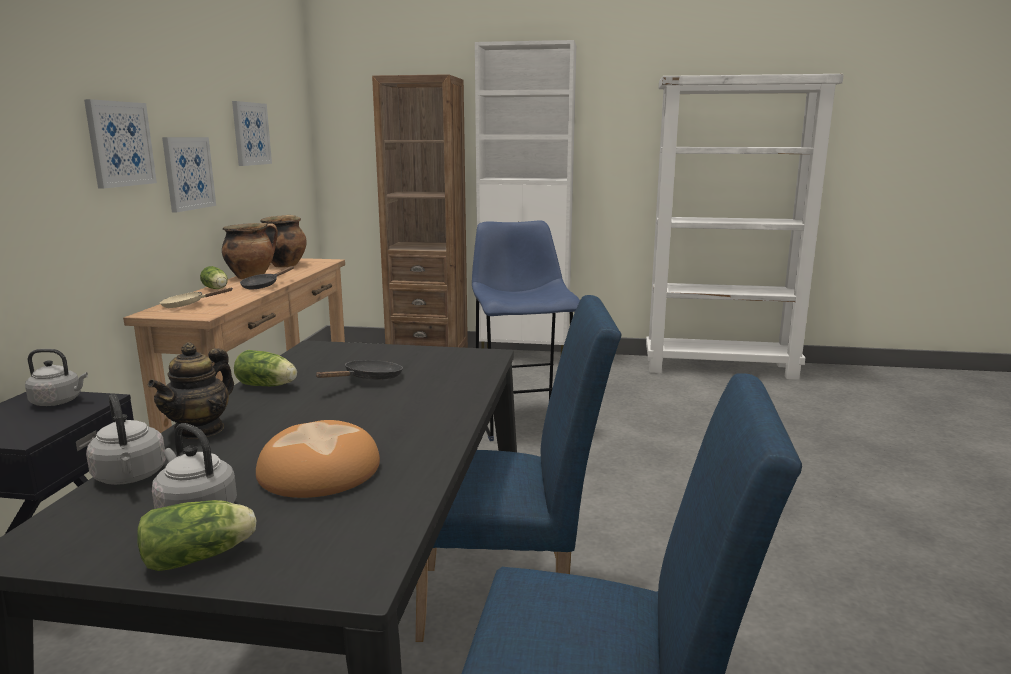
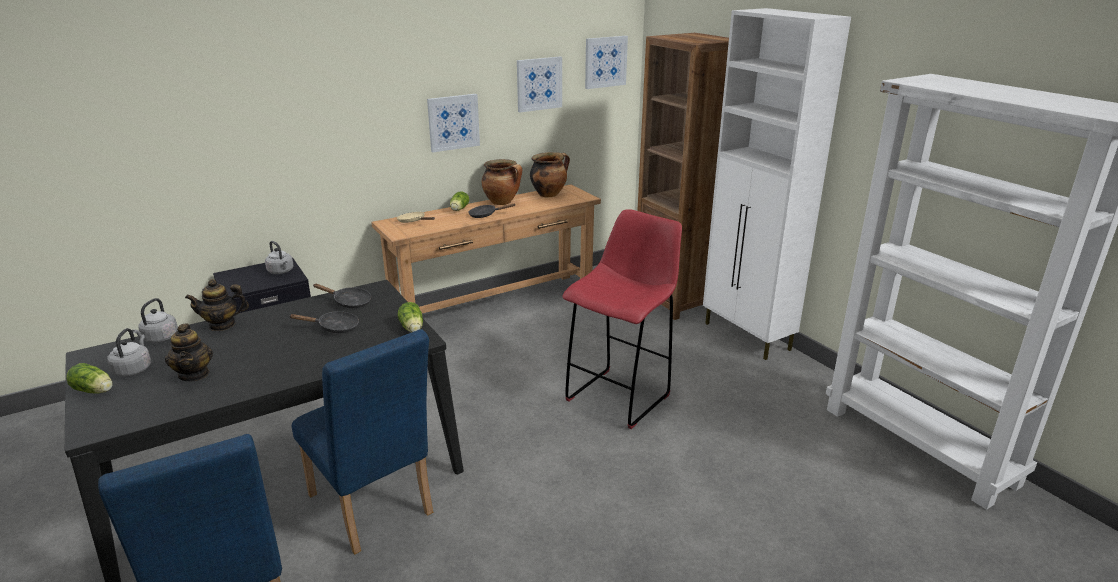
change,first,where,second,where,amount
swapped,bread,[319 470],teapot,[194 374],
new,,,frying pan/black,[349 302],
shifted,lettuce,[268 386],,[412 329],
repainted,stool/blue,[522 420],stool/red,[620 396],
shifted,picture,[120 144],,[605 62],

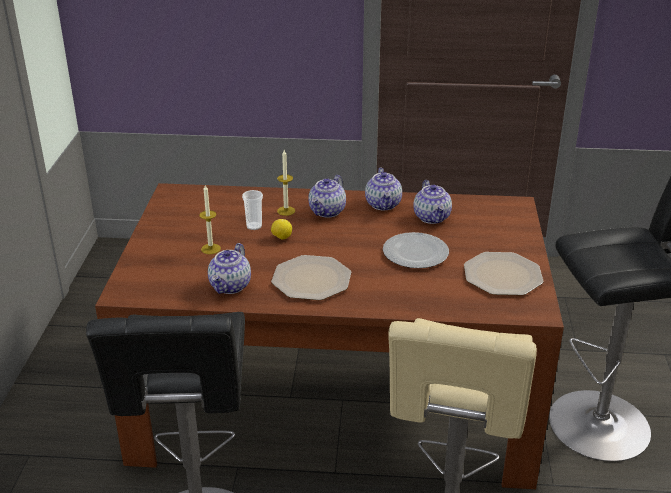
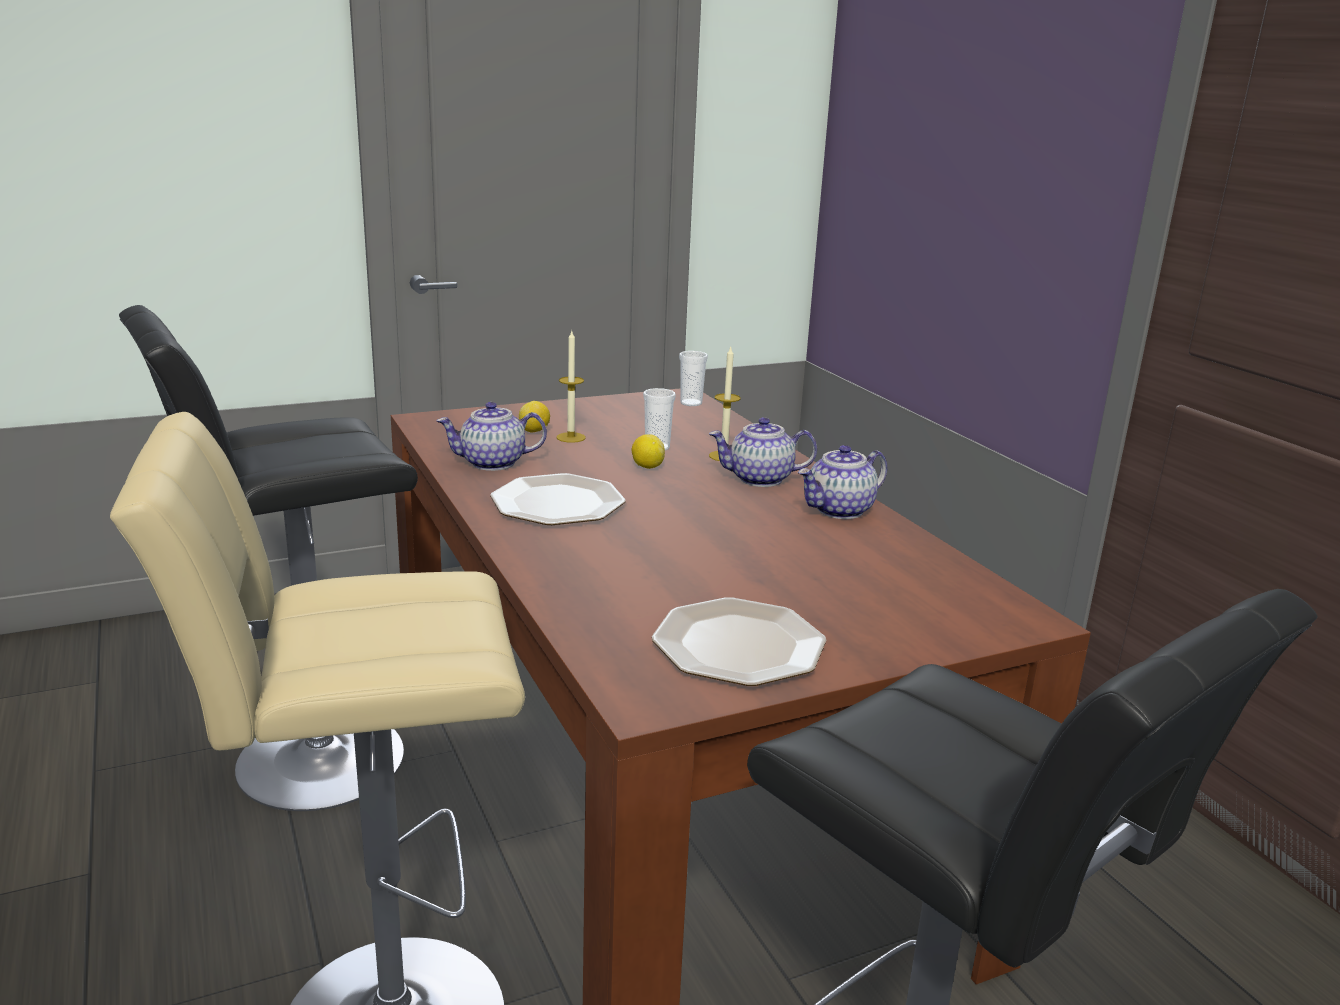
change,first,where,second,where,amount
new,,,lemon,[534 431],
new,,,cup,[691 403],
gone,plate,[414 253],,,
gone,teapot,[432 217],,,

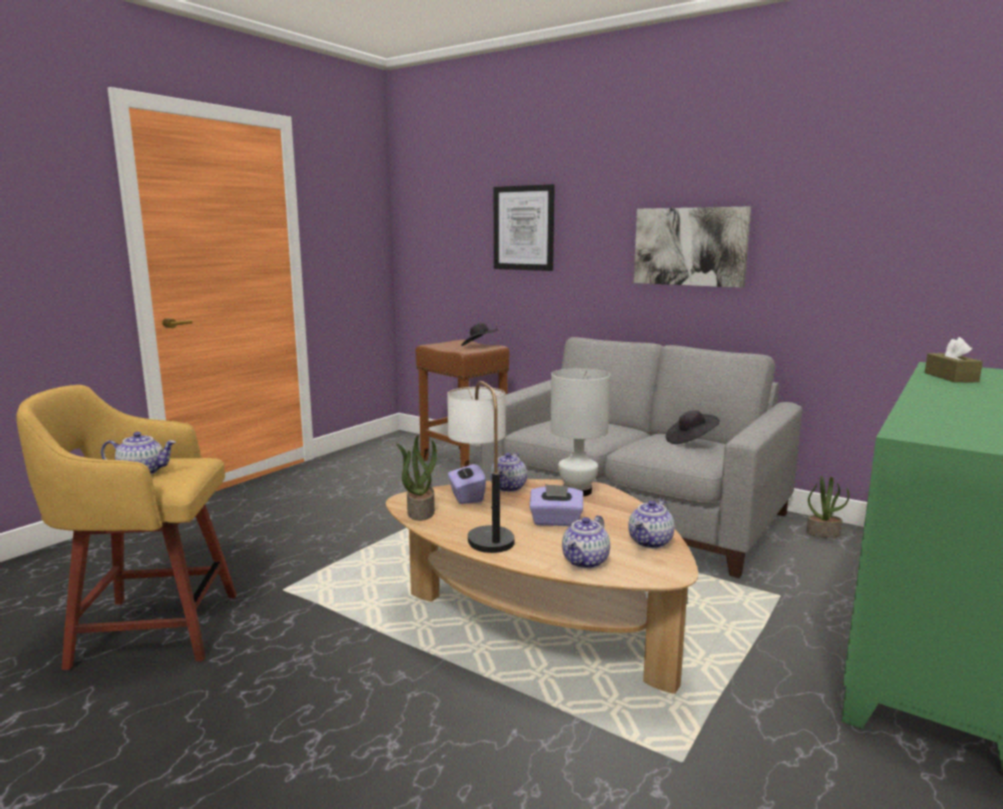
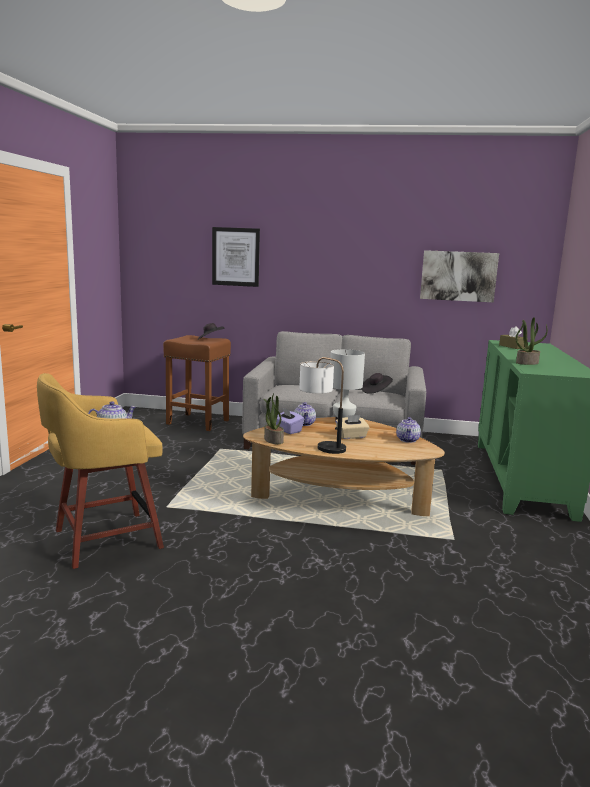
change,first,where,second,where,amount
repainted,tissue box/purple,[556 521],tissue box/beige,[351 436],
shifted,picture,[690 246],,[458 276],
shifted,potted plant,[823 533],,[527 363],
gone,teapot,[586 561],,,

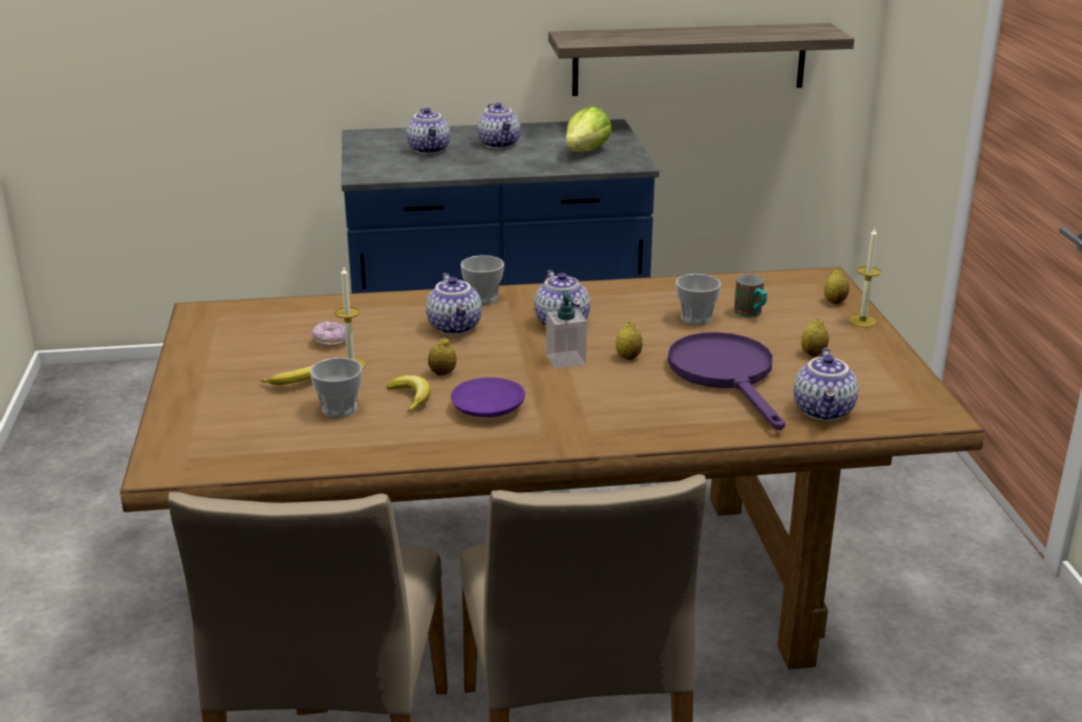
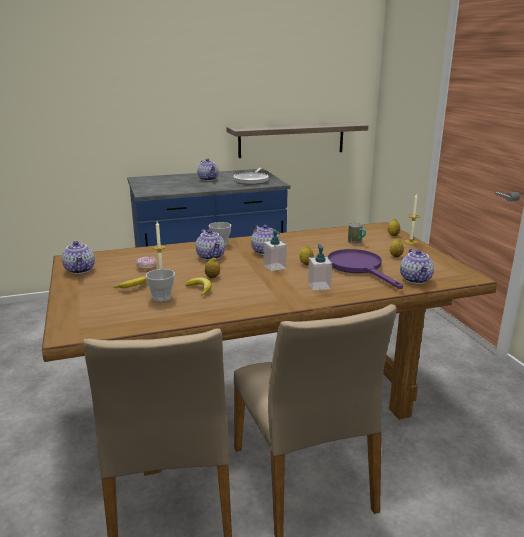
change,first,where,second,where,amount
shifted,teapot,[430 150],,[80 270],
swapped,lettuce,[586 152],frying pan,[252 180],
new,,,soap dispenser,[319 285],
gone,plate/purple,[487 408],,,
gone,cup,[696 318],,,

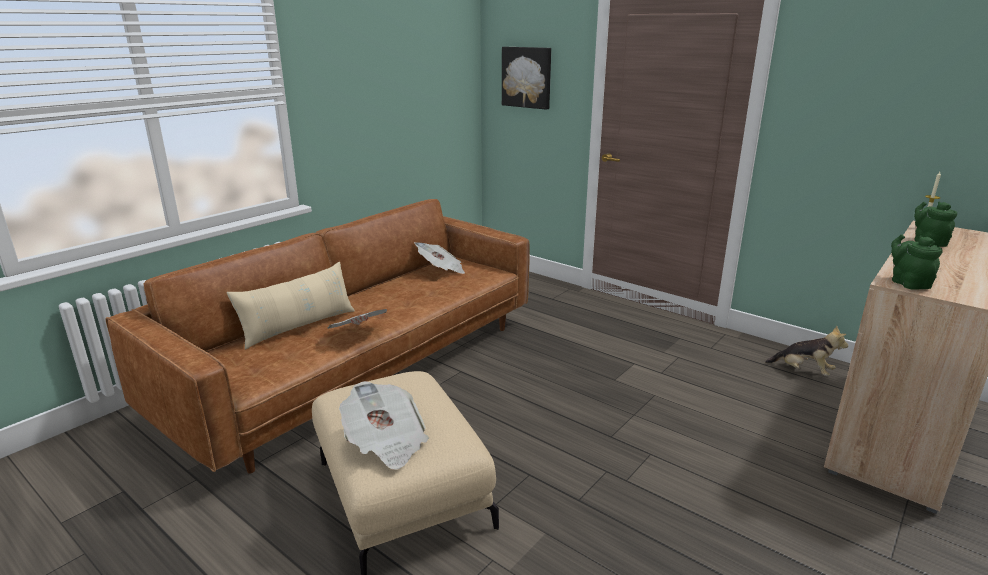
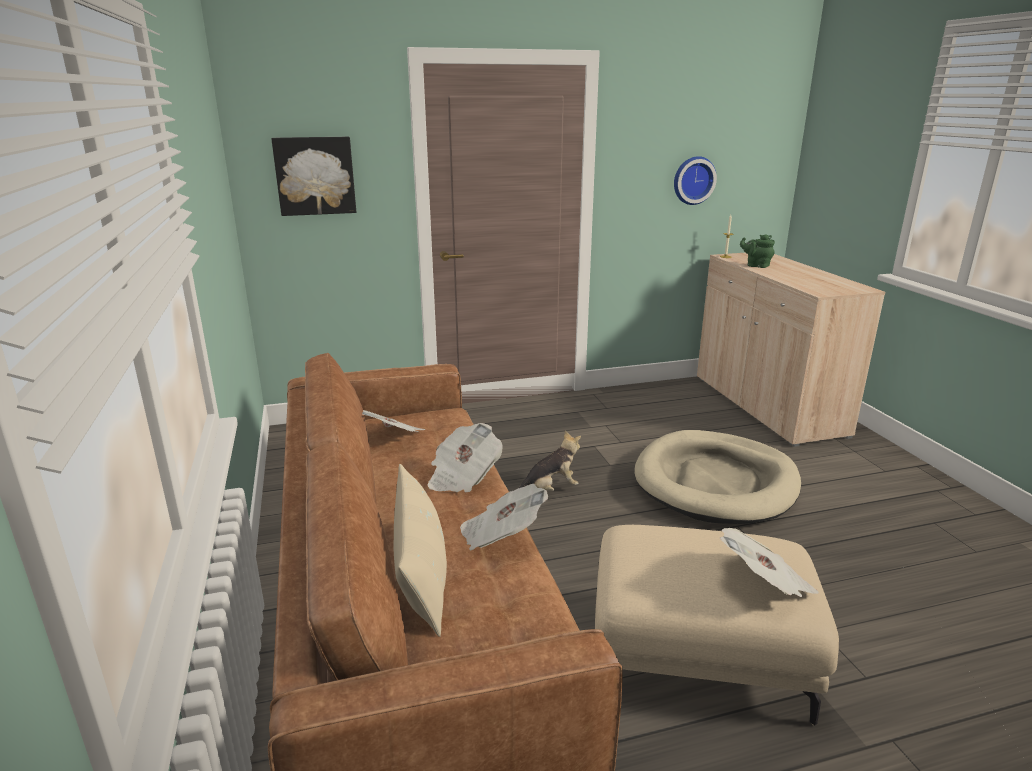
change,first,where,second,where,amount
new,,,newspaper,[463 476],
shifted,plush toy,[803 371],,[550 490],
new,,,dog bed/beige,[715 482],
new,,,wall clock,[693 180],
gone,teapot/green,[908 283],,,

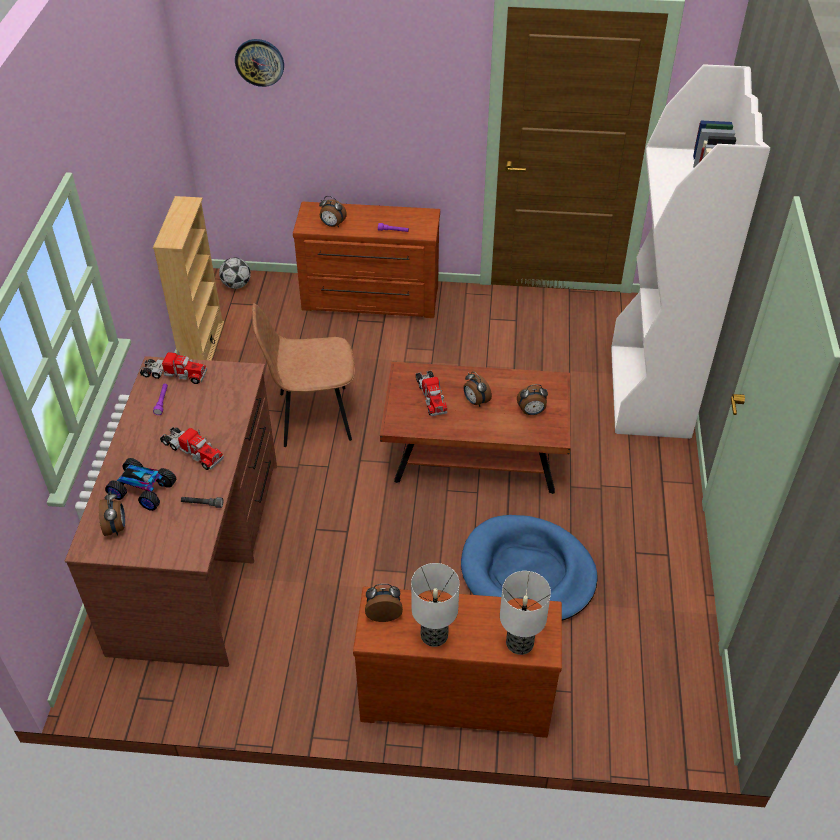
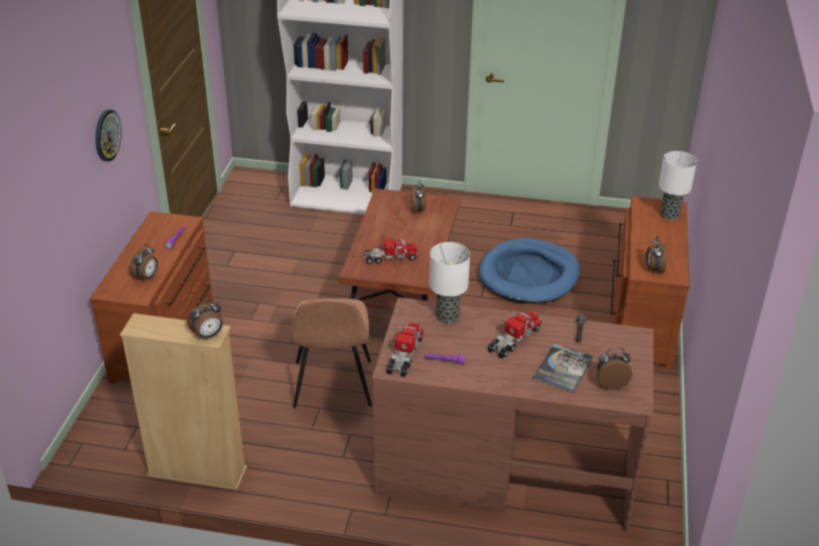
change,first,where,second,where,amount
shifted,wall clock,[259 62],,[106 135],
shifted,alarm clock,[475 401],,[208 335],
shifted,table lamp,[435 635],,[447 315],
swapped,toy car,[143 489],book,[563 368],
gone,football,[236 285],,,

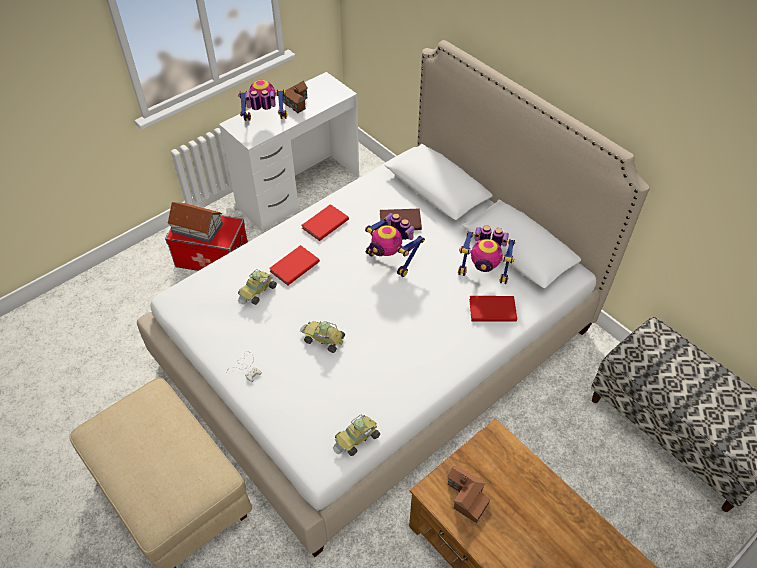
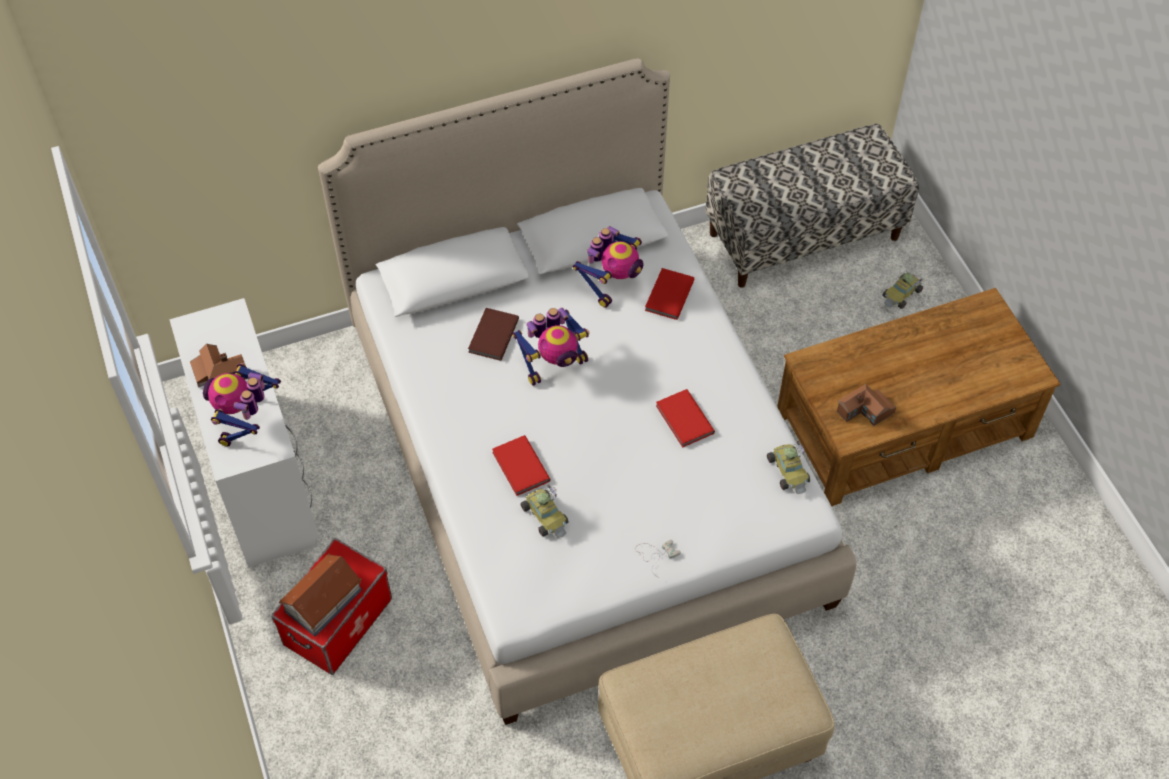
change,first,where,second,where,amount
shifted,book/red,[324 224],,[683 420],
shifted,toy car,[323 339],,[902 294],

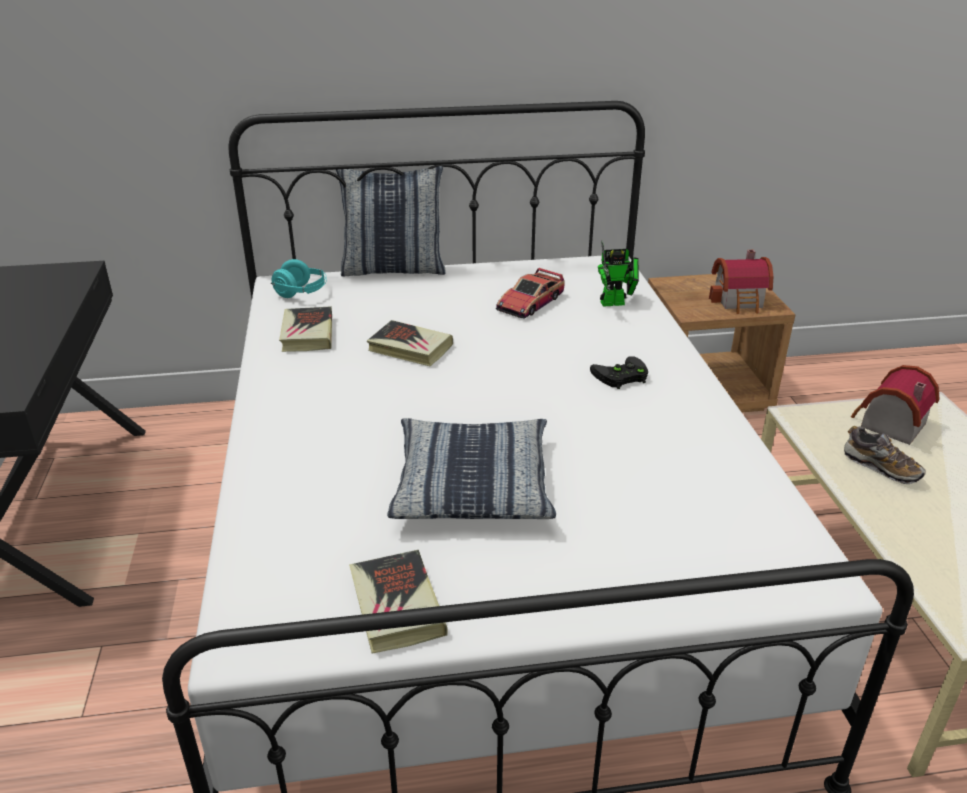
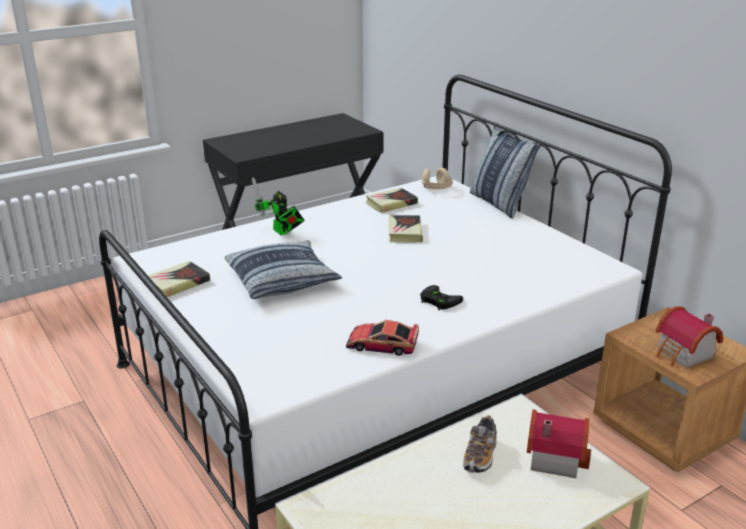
change,first,where,second,where,amount
shifted,toy robot,[616 303],,[281 232],
shifted,toy car,[530 303],,[382 345],
repainted,headphones/turquoise,[301 293],headphones/beige,[436 189],

